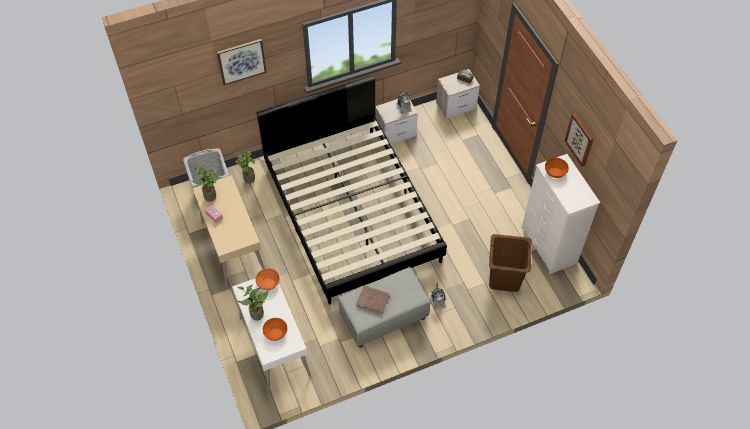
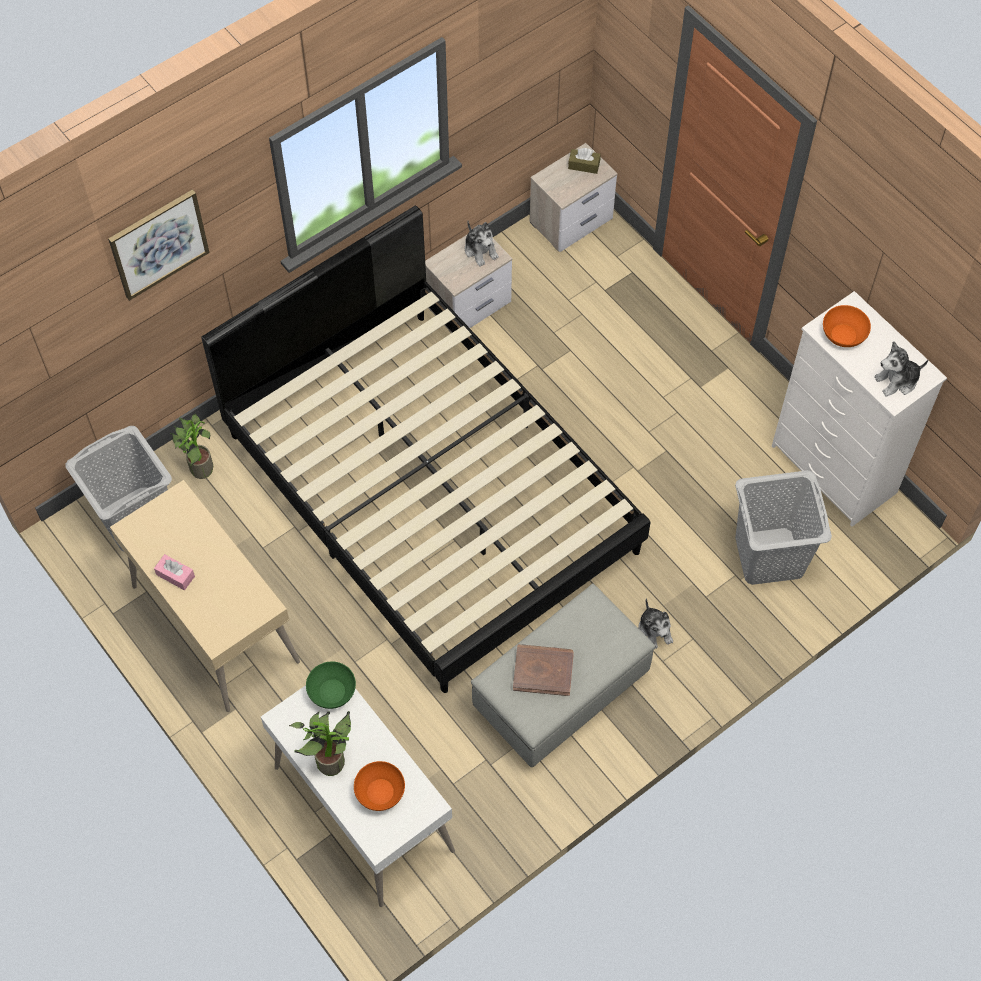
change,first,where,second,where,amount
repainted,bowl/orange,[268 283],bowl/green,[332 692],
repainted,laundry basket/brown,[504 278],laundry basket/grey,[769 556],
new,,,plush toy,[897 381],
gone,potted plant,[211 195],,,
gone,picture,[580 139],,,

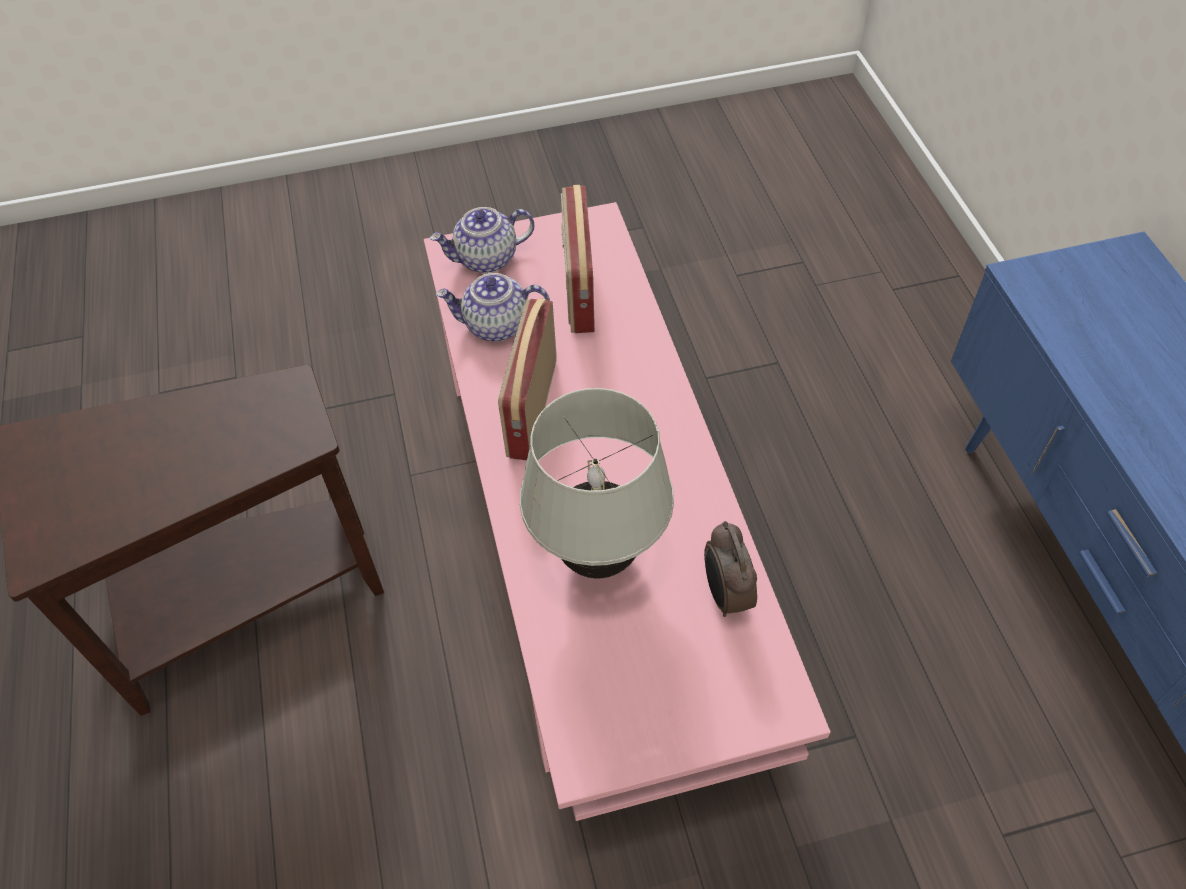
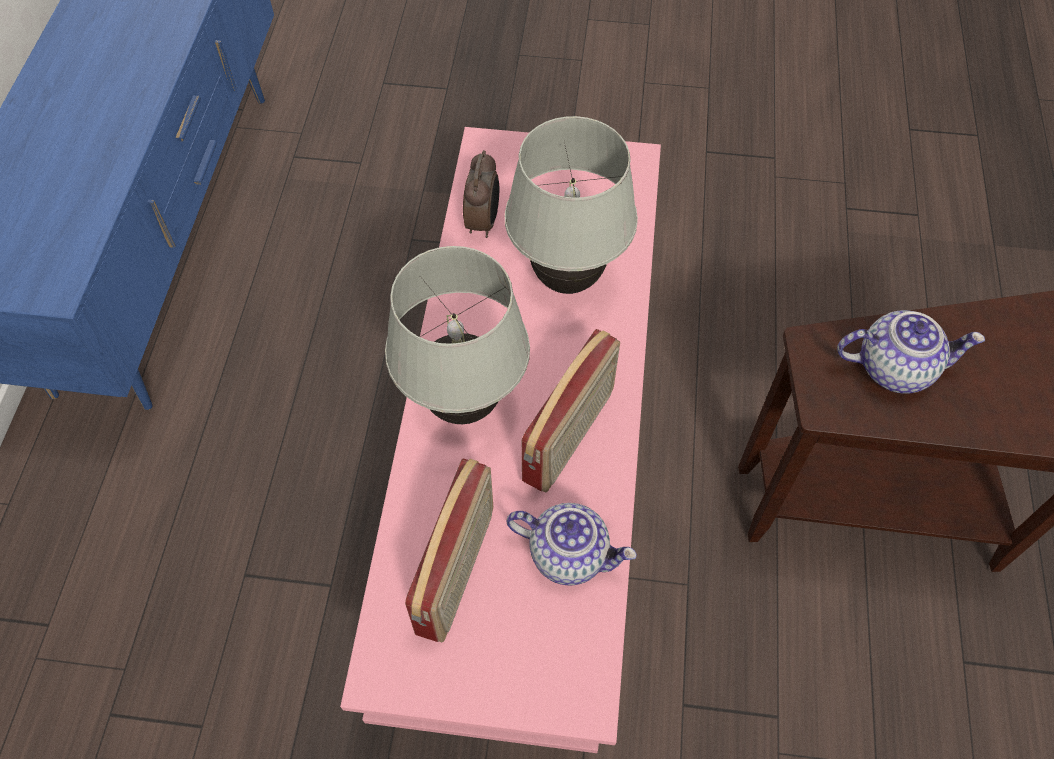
change,first,where,second,where,amount
new,,,table lamp/white,[463 405],
shifted,teapot,[486 259],,[895 367],

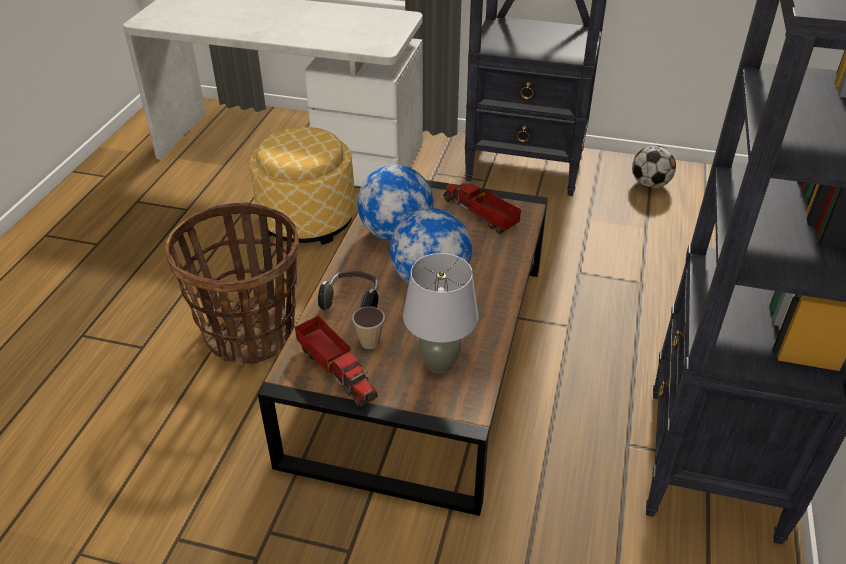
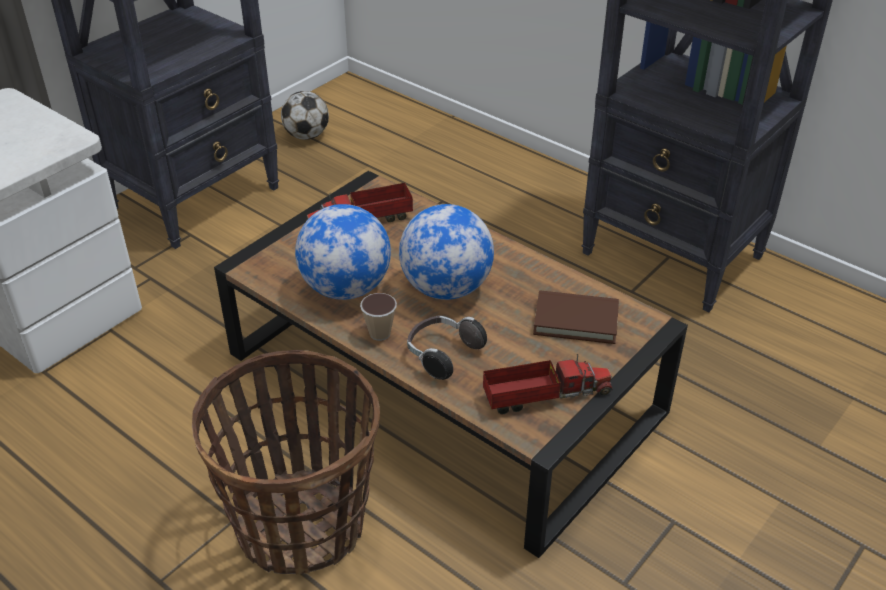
change,first,where,second,where,amount
shifted,cup,[369 342],,[380 333],
swapped,table lamp/grey,[440 364],book/brown,[575 320],
gone,ottoman,[307 219],,,

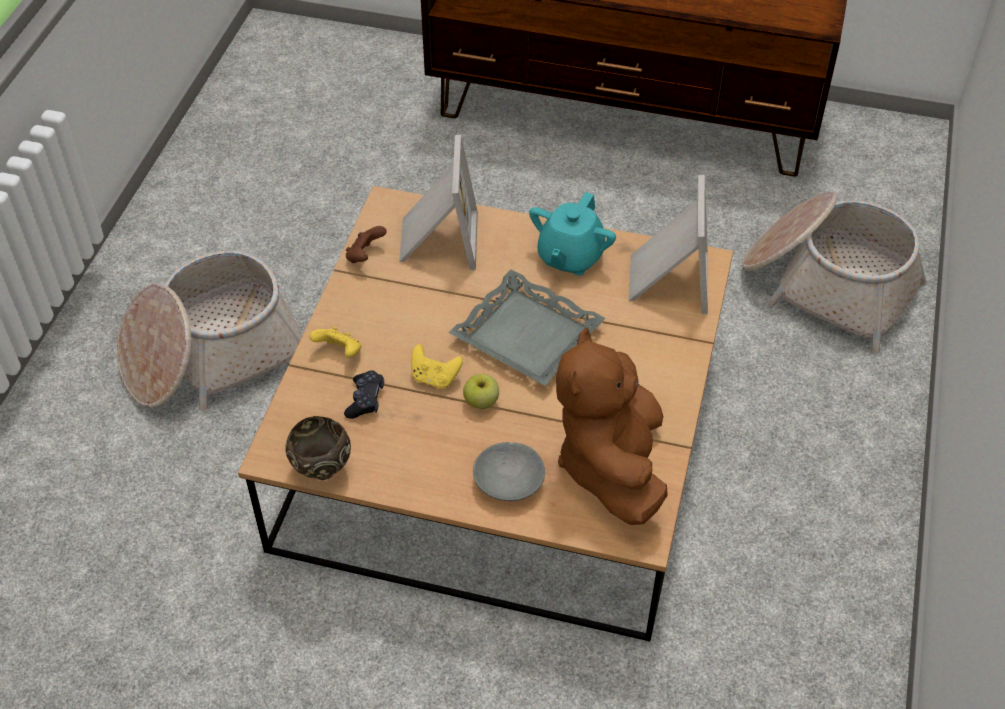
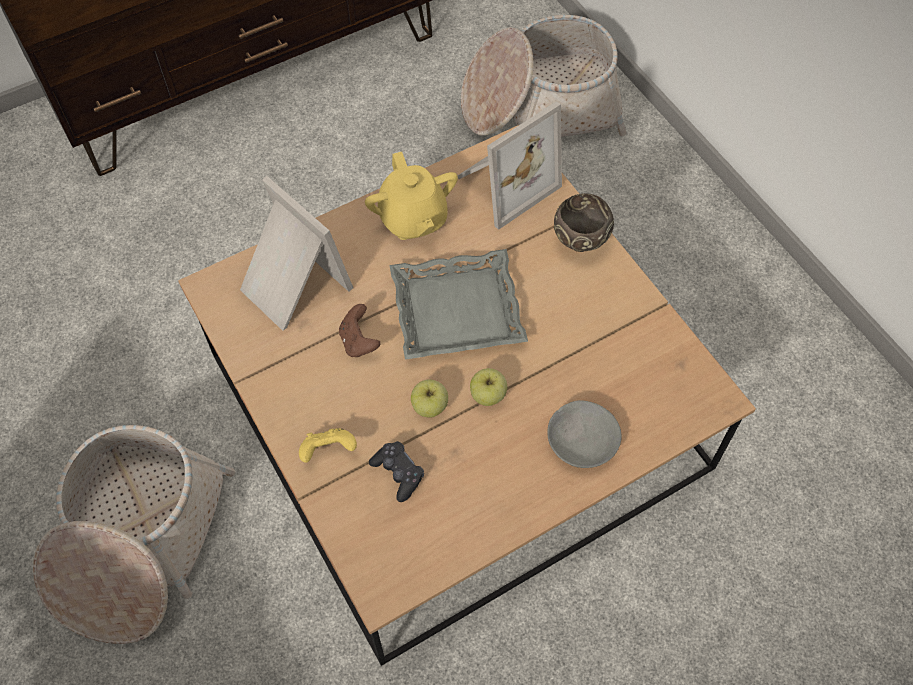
change,first,where,second,where,amount
shifted,game controller/brown,[365 256],,[359 342],
repainted,teapot/turquoise,[570 257],teapot/yellow,[413 219],
swapped,game controller/yellow,[435 378],apple,[430 406],
rotated,picture frame,[666 280],,[503 183],90 degrees clockwise
shifted,bowl/brown,[321 470],,[579 244],
gone,plush toy/brown,[611 465],,,

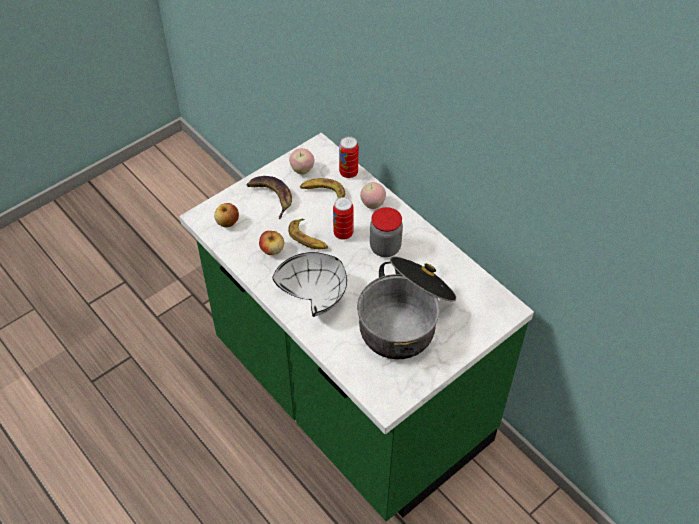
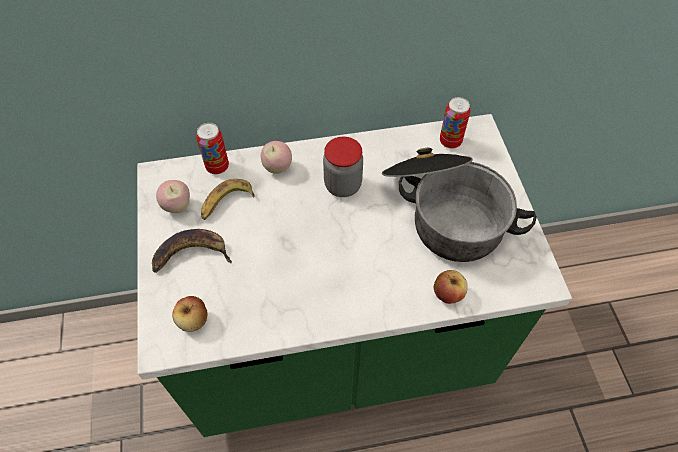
change,first,where,second,where,amount
shifted,apple,[272 250],,[448 293],
shifted,can,[343 233],,[450 141],
gone,bowl/white,[316 294],,,
gone,banana,[308 239],,,

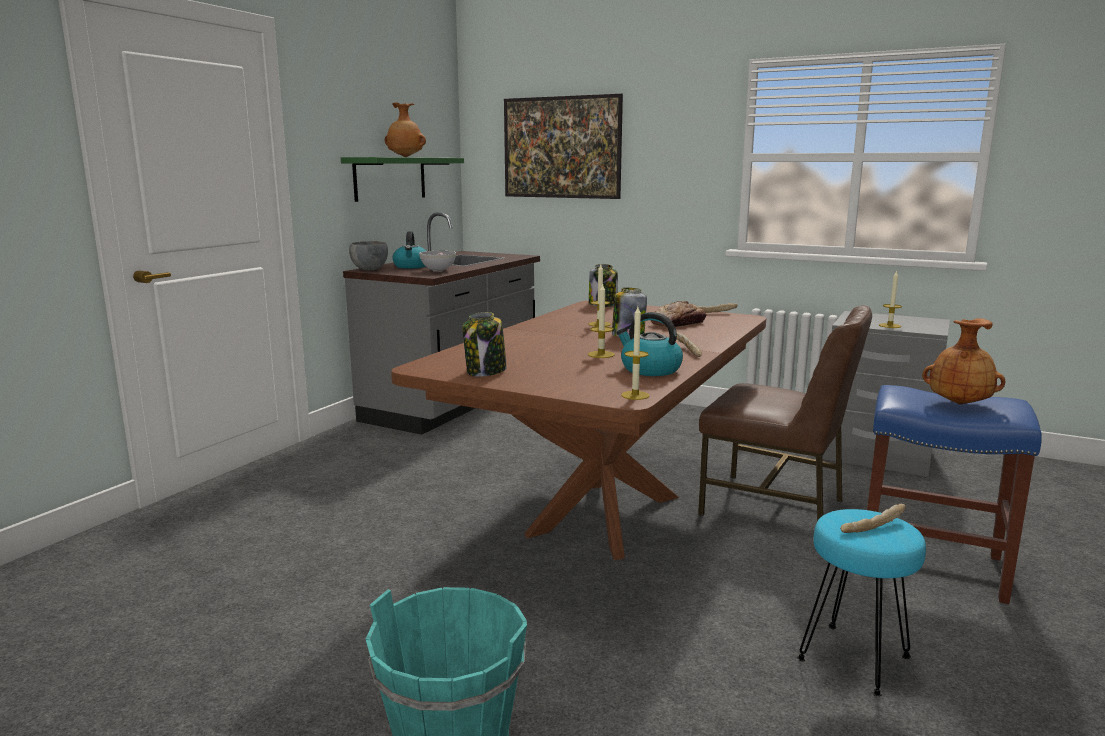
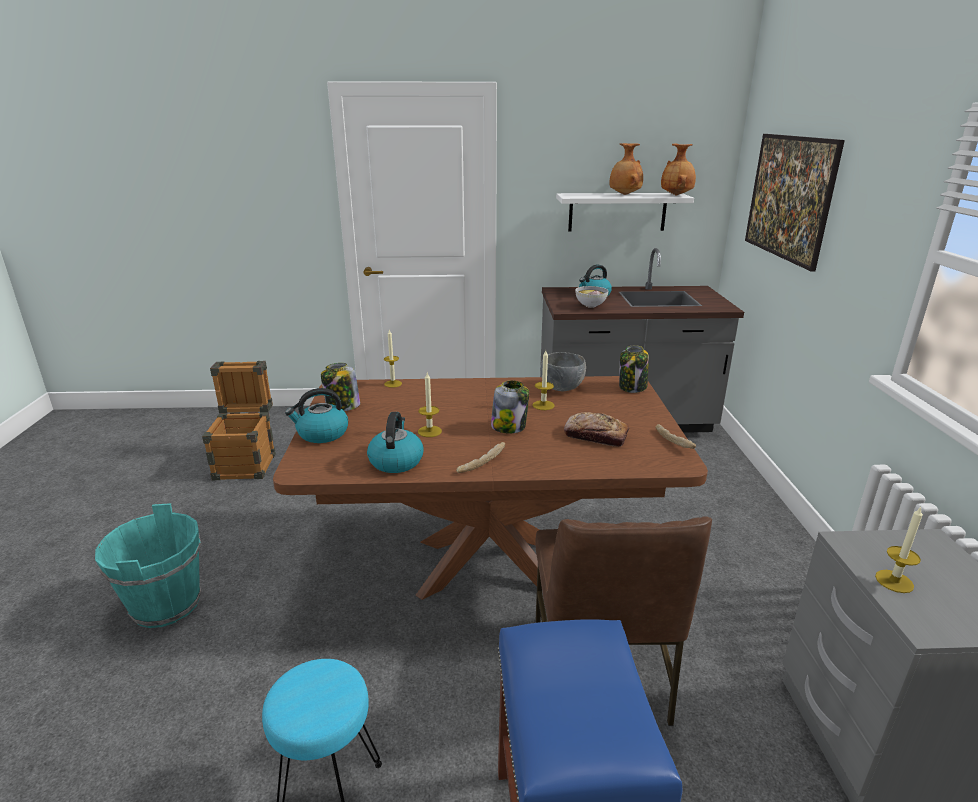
change,first,where,second,where,amount
new,,,crate,[248 462],
new,,,kettle,[322 434],
shifted,candle,[635 395],,[393 384],
shifted,bowl/grey,[369 269],,[561 388],
repainted,shelf/green,[390 178],shelf/white,[617 212],
shifted,vase/brown,[959 403],,[677 195],
gone,bread,[872 526],,,

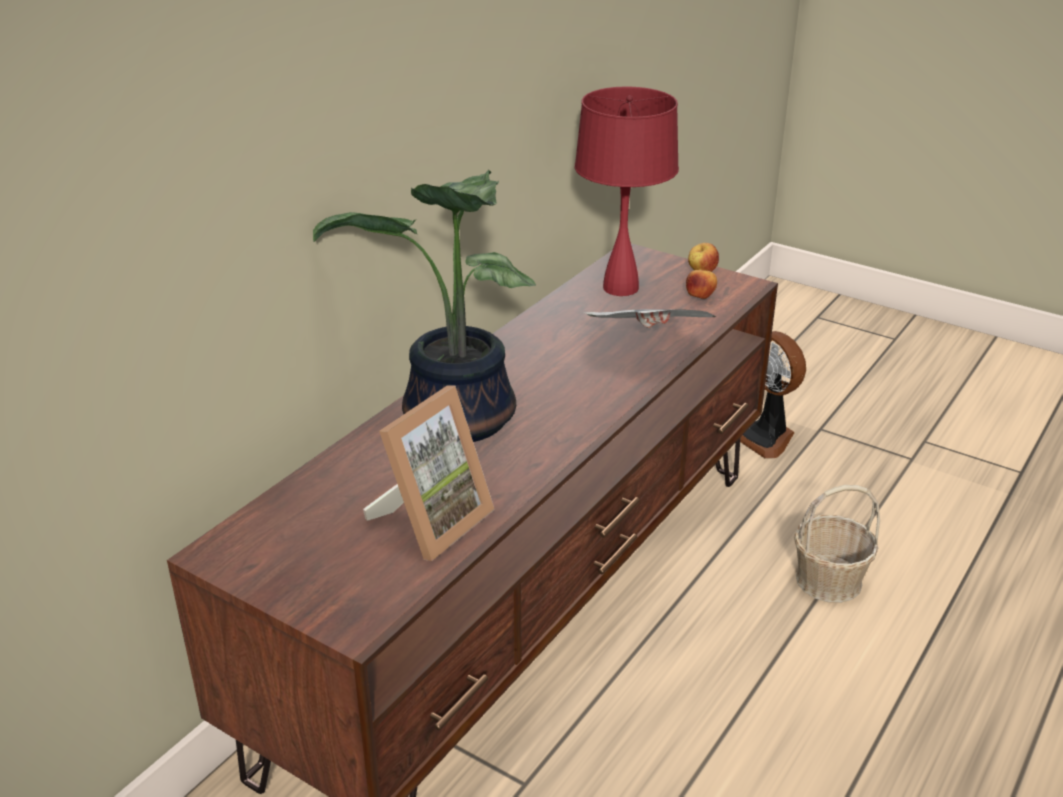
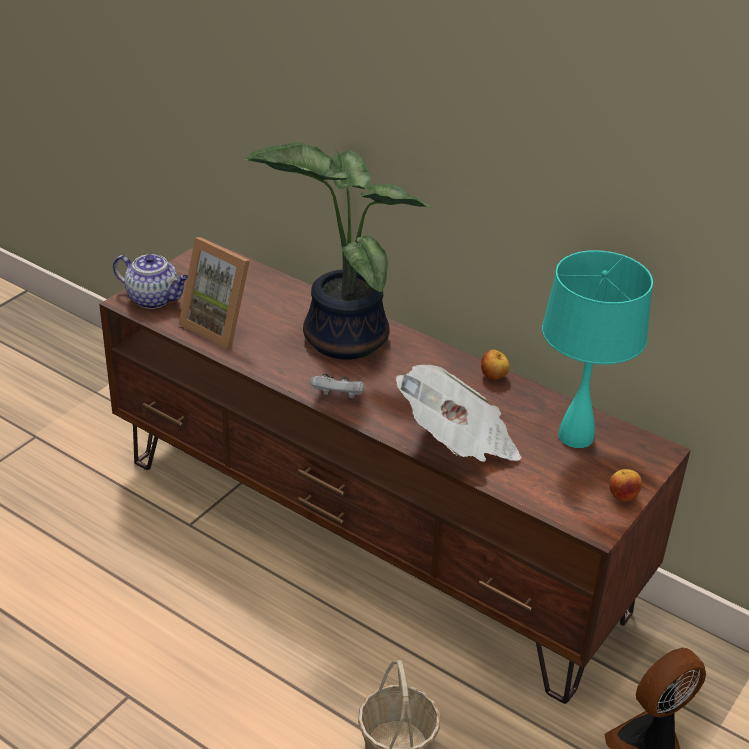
change,first,where,second,where,amount
new,,,teapot,[154 299],
new,,,game controller/white,[338 397],
shifted,apple,[700 297],,[493 377],
repainted,table lamp/red,[620 287],table lamp/turquoise,[576 436],

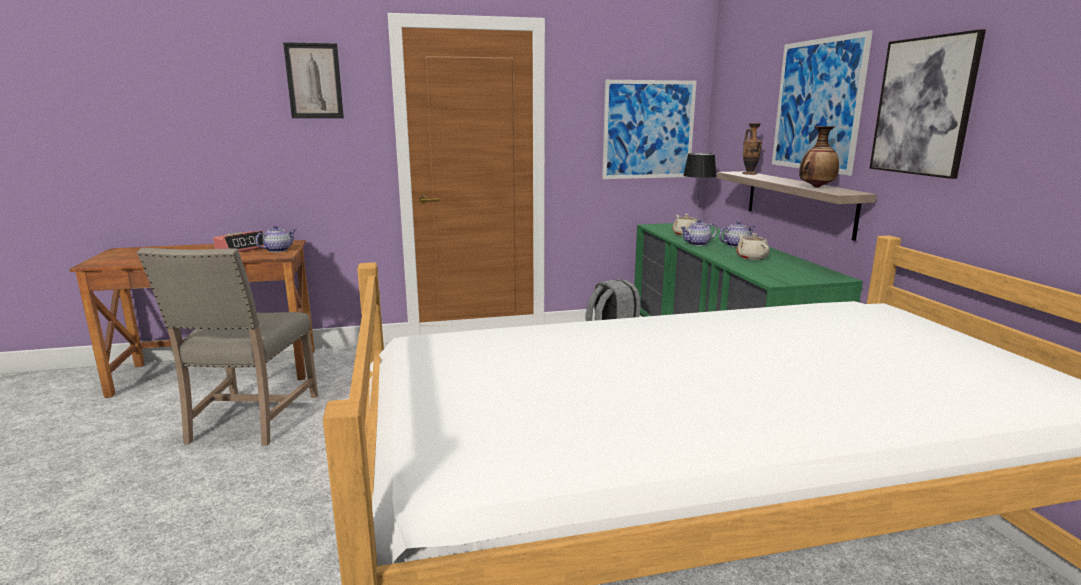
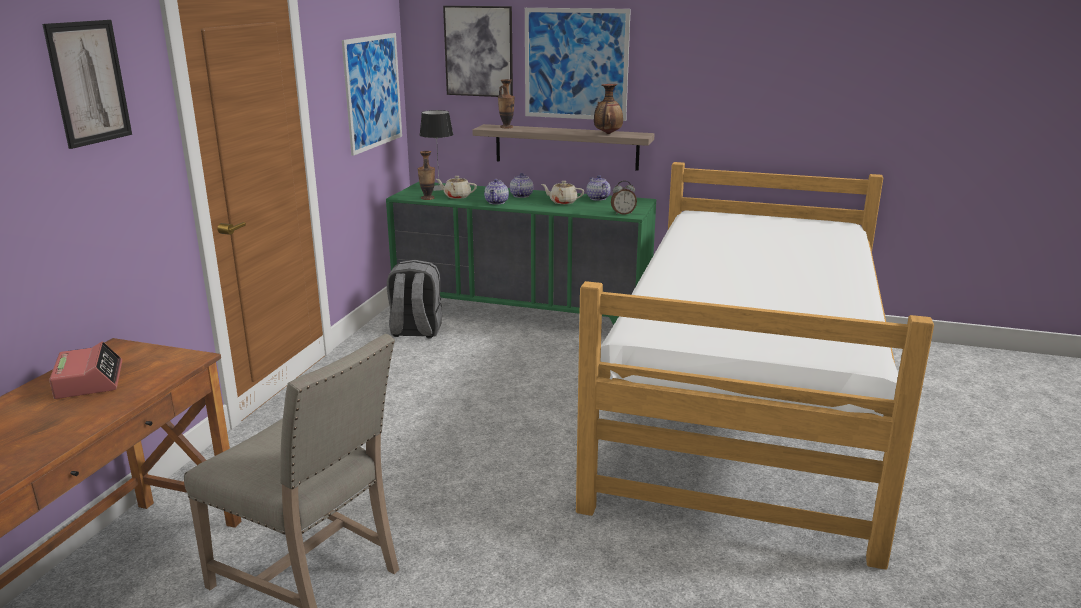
change,first,where,second,where,amount
new,,,vase,[427 198],
shifted,picture,[923 106],,[479 51],
shifted,teapot,[278 250],,[597 198],
new,,,alarm clock,[623 213],

